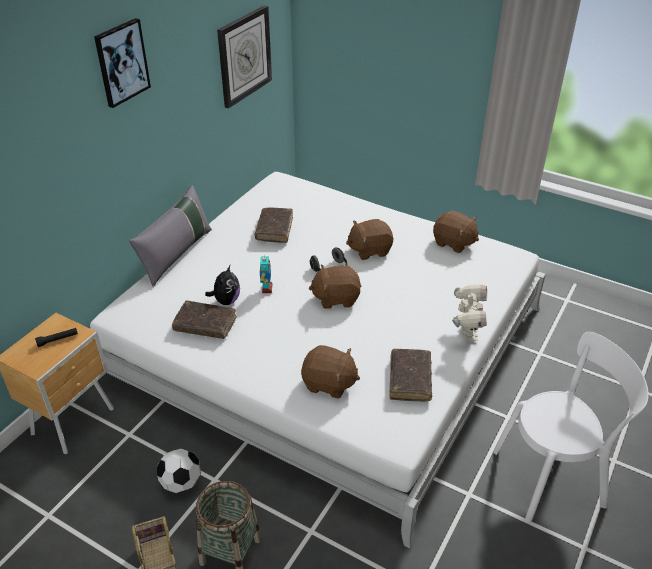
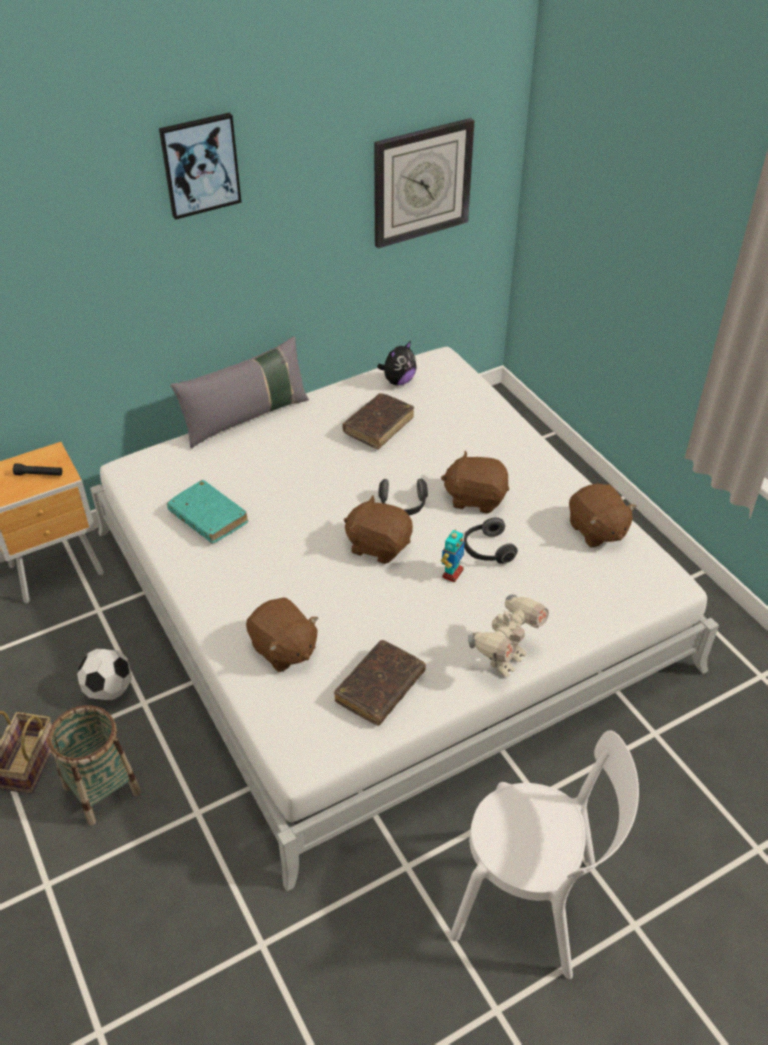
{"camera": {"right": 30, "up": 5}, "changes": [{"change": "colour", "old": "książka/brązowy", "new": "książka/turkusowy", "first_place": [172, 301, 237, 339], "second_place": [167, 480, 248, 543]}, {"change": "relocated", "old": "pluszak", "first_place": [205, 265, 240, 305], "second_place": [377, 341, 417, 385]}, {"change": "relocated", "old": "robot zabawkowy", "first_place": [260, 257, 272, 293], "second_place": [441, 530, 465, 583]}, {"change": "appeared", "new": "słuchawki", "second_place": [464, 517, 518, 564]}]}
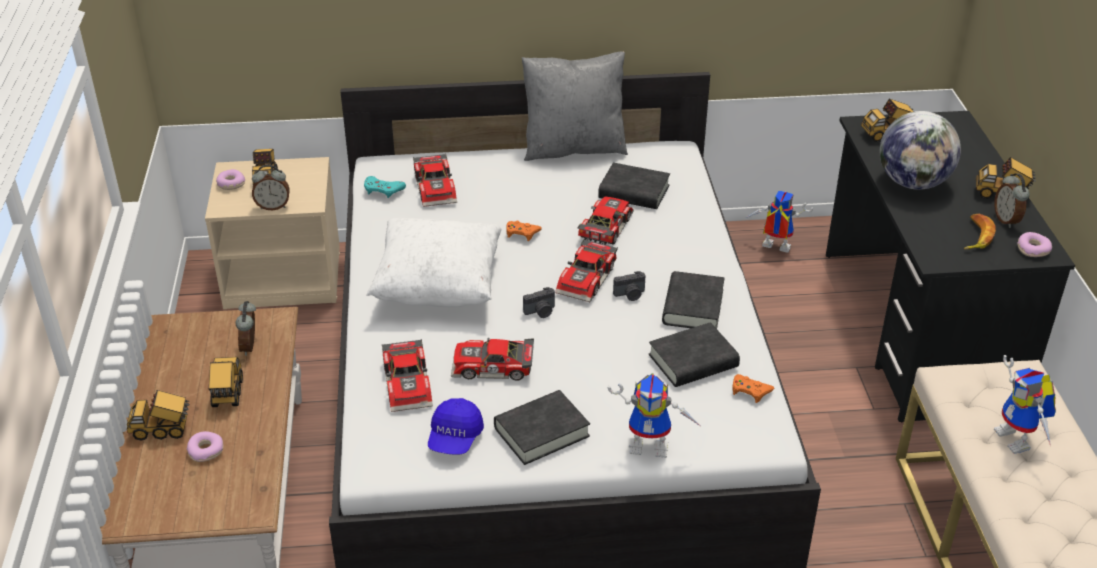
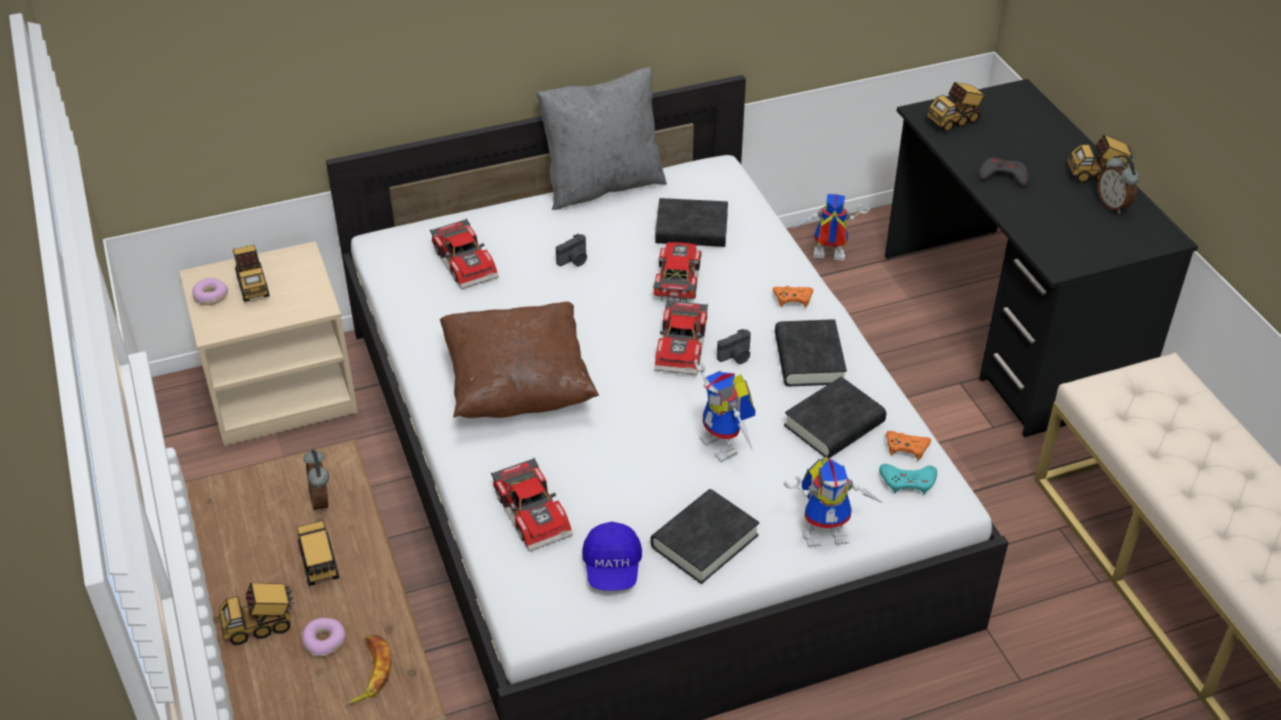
{"camera": {"right": -15, "up": 5}, "changes": [{"change": "missing", "old": "budzik", "first_place": [252, 165, 290, 210]}, {"change": "relocated", "old": "pad do gier/turkusowy", "first_place": [364, 176, 406, 198], "second_place": [879, 464, 937, 495]}, {"change": "colour", "old": "poduszka/biały", "new": "poduszka/brązowy", "first_place": [366, 218, 502, 307], "second_place": [440, 302, 599, 418]}, {"change": "missing", "old": "samochodzik", "first_place": [451, 338, 534, 381]}, {"change": "relocated", "old": "pad do gier/pomarańczowy", "first_place": [506, 221, 542, 241], "second_place": [773, 286, 813, 308]}, {"change": "relocated", "old": "aparat fotograficzny", "first_place": [523, 287, 555, 318], "second_place": [556, 234, 587, 267]}, {"change": "exchanged", "old": "globus", "new": "pad do gier/szary", "first_place": [880, 111, 961, 190], "second_place": [979, 157, 1029, 187]}, {"change": "relocated", "old": "banan", "first_place": [964, 214, 996, 250], "second_place": [346, 635, 391, 706]}, {"change": "relocated", "old": "robot zabawkowy", "first_place": [994, 355, 1056, 454], "second_place": [694, 359, 755, 462]}, {"change": "missing", "old": "donut", "first_place": [1017, 232, 1052, 257]}]}
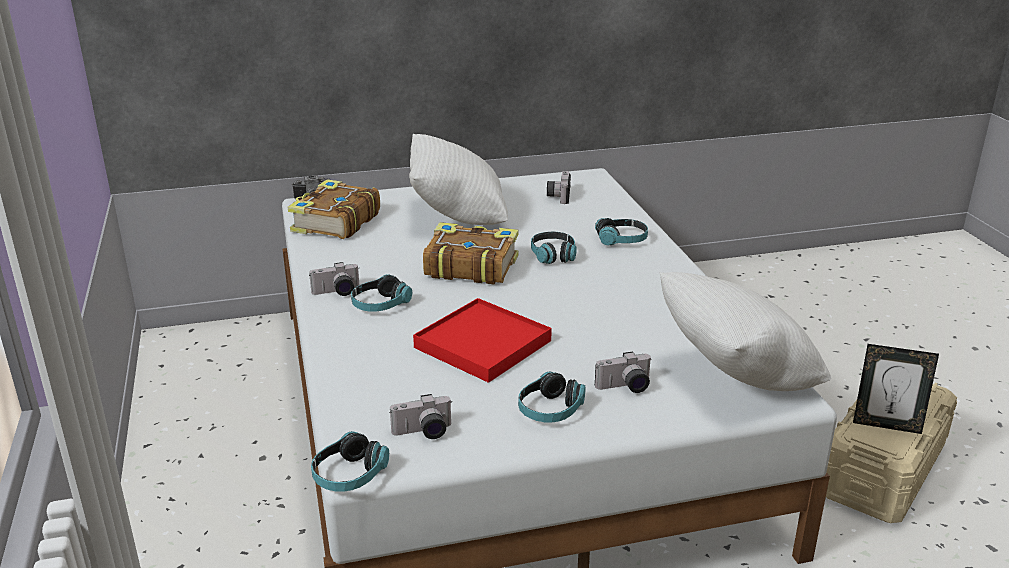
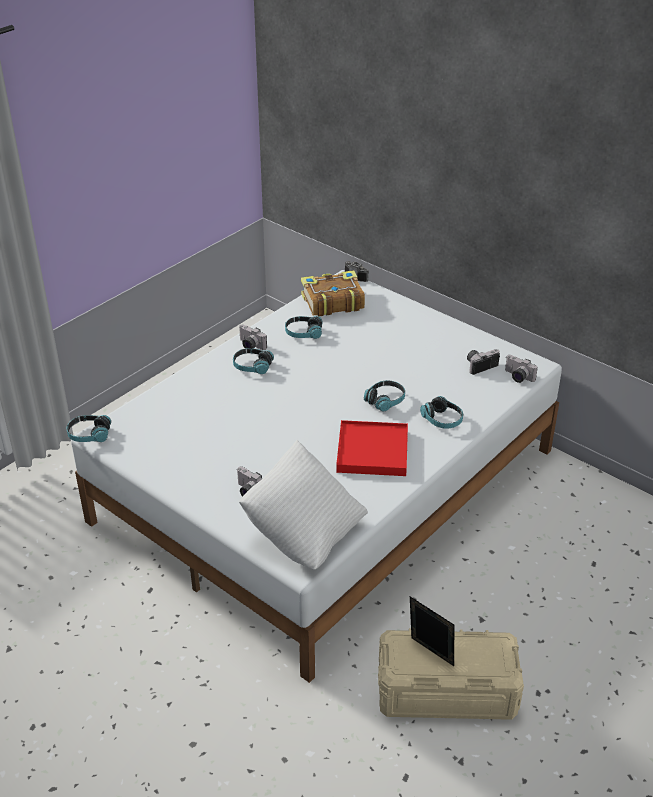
{"camera": {"right": 55, "up": 10}, "changes": [{"change": "relocated", "old": "aparat fotograficzny", "first_place": [390, 394, 452, 439], "second_place": [505, 355, 538, 383]}, {"change": "missing", "old": "poduszka/biały", "first_place": [409, 134, 508, 225]}, {"change": "relocated", "old": "taca/czerwony", "first_place": [413, 298, 552, 383], "second_place": [336, 420, 408, 476]}, {"change": "missing", "old": "książka", "first_place": [423, 222, 519, 284]}, {"change": "relocated", "old": "słuchawki", "first_place": [518, 371, 586, 423], "second_place": [285, 316, 323, 339]}, {"change": "spun", "old": "ramka na zdjęcie", "first_place": [853, 344, 939, 434], "second_place": [410, 597, 454, 666], "degrees": 150}]}
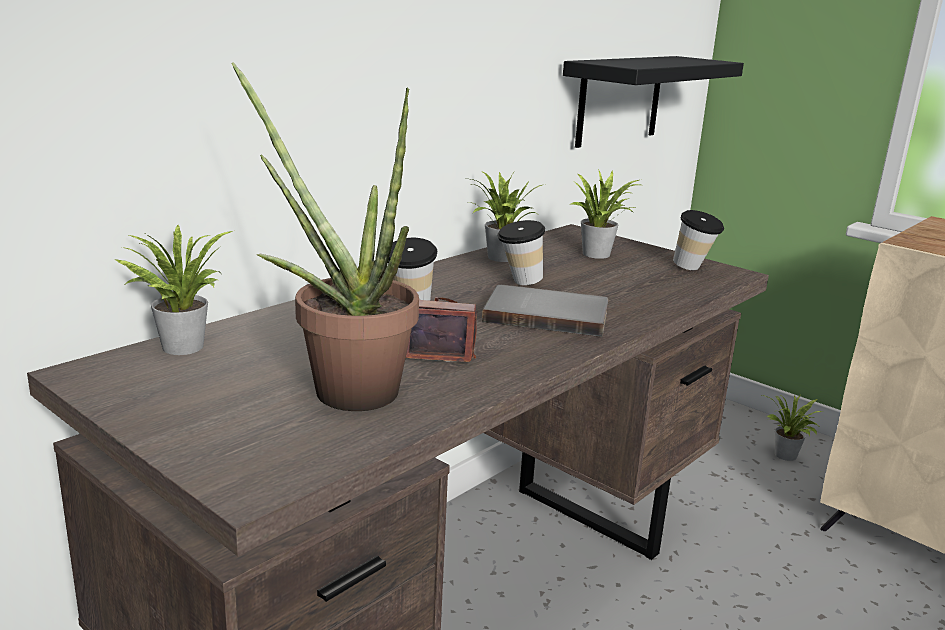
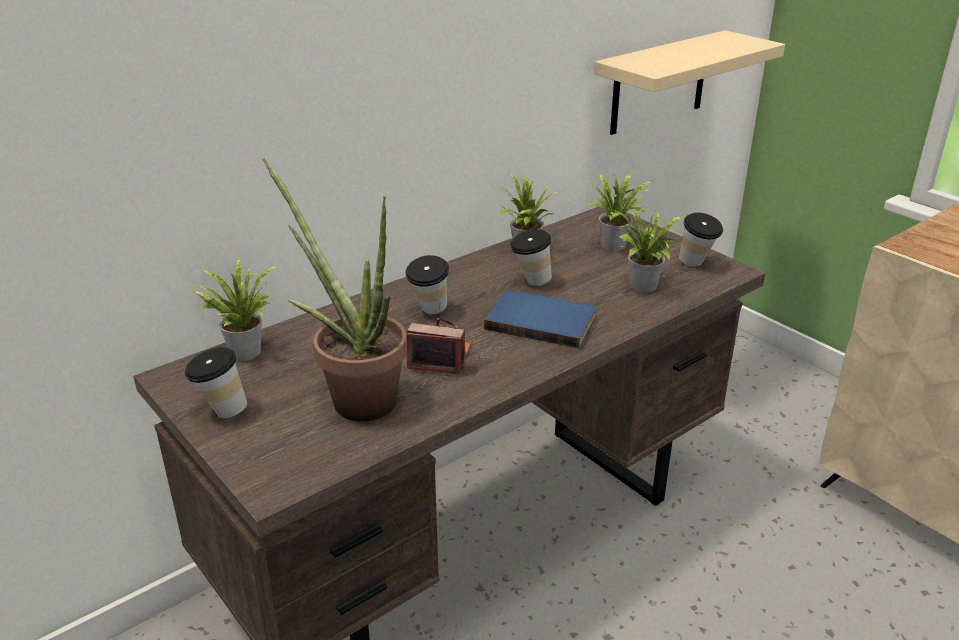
{"camera": {"right": 10, "up": 10}, "changes": [{"change": "colour", "old": "książka/szary", "new": "książka/niebieski", "first_place": [482, 285, 609, 337], "second_place": [484, 290, 596, 348]}, {"change": "colour", "old": "półka/czarny", "new": "półka/beżowy", "first_place": [563, 56, 744, 148], "second_place": [594, 30, 785, 135]}, {"change": "relocated", "old": "roślina doniczkowa", "first_place": [762, 395, 823, 461], "second_place": [610, 209, 682, 292]}, {"change": "appeared", "new": "filiżanka", "second_place": [185, 347, 247, 418]}]}
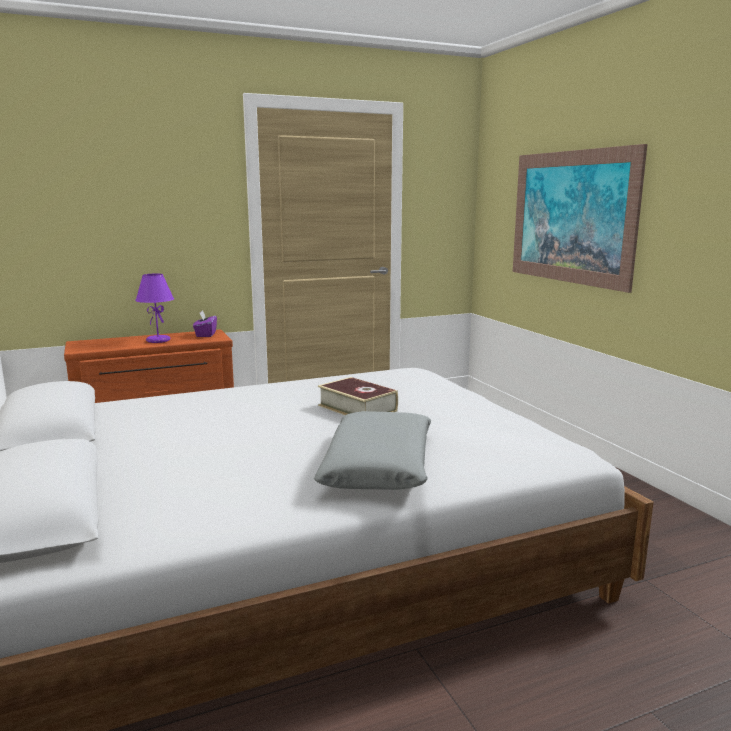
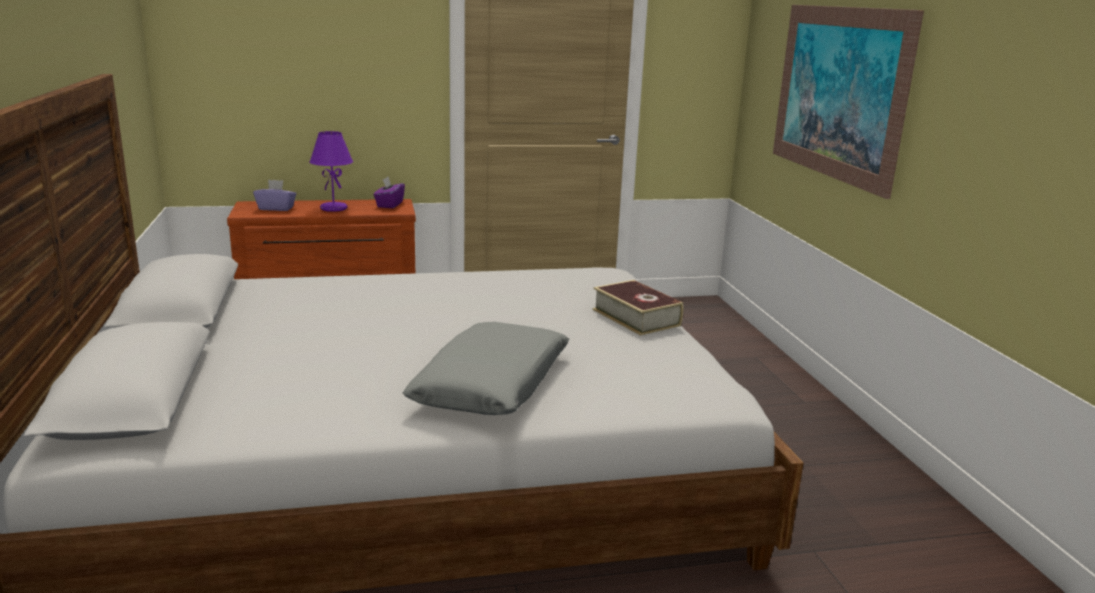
{"camera": {"right": 10, "up": 5}, "changes": [{"change": "relocated", "old": "książka", "first_place": [318, 377, 398, 415], "second_place": [592, 280, 683, 335]}, {"change": "appeared", "new": "pudełko chusteczek/fioletowy", "second_place": [253, 180, 296, 211]}]}
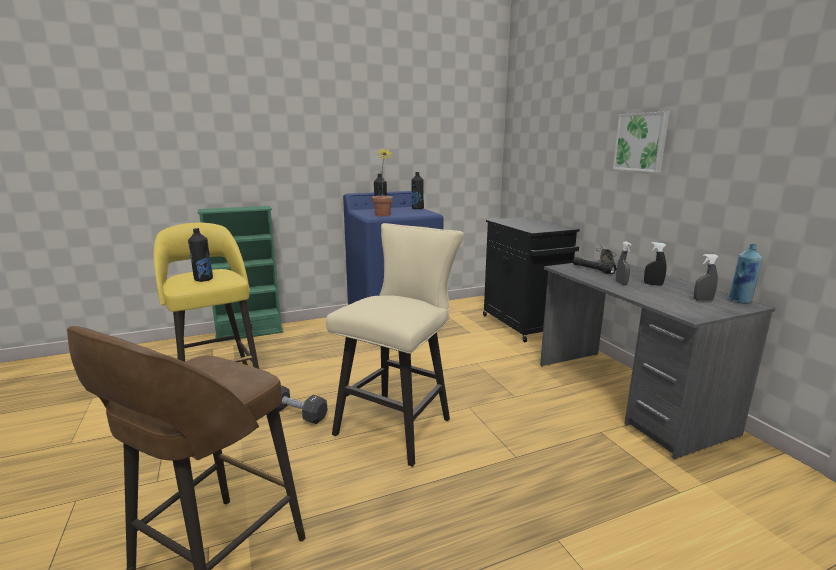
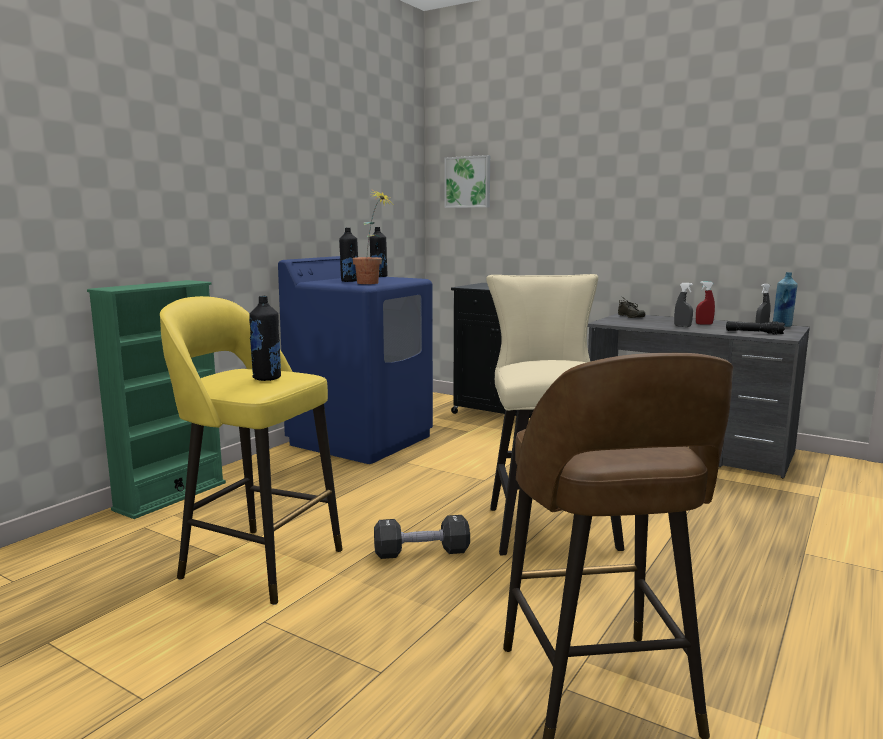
{"camera": {"right": -35, "up": -5}, "changes": [{"change": "relocated", "old": "latarka/czarny", "first_place": [573, 257, 617, 274], "second_place": [726, 321, 785, 335]}, {"change": "relocated", "old": "obraz", "first_place": [613, 111, 670, 172], "second_place": [445, 155, 490, 208]}, {"change": "colour", "old": "spryskiwacz/czarny", "new": "spryskiwacz/czerwony", "first_place": [644, 242, 667, 286], "second_place": [696, 281, 715, 325]}]}
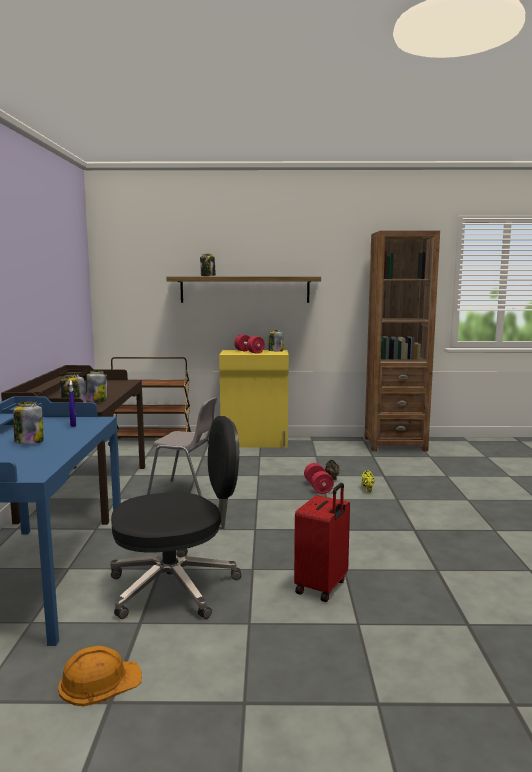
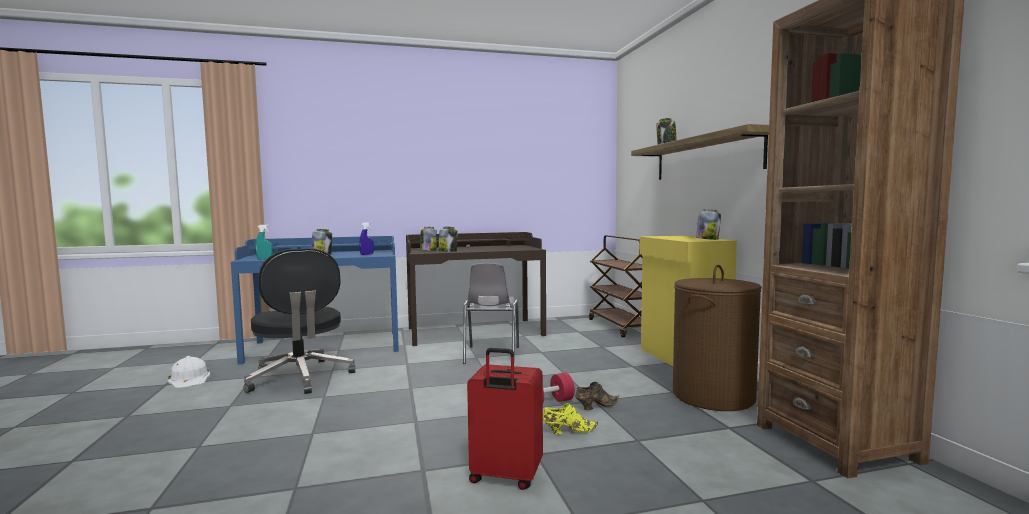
{"camera": {"right": 75, "up": -5}, "changes": [{"change": "colour", "old": "kask/pomarańczowy", "new": "kask/biały", "first_place": [58, 646, 142, 706], "second_place": [168, 356, 210, 388]}, {"change": "missing", "old": "hantel/czerwony", "first_place": [234, 335, 265, 354]}, {"change": "relocated", "old": "walizka/czerwony", "first_place": [294, 483, 350, 602], "second_place": [467, 348, 543, 490]}, {"change": "appeared", "new": "spryskiwacz/turkusowy", "second_place": [256, 225, 273, 259]}, {"change": "appeared", "new": "kosz na pranie/brązowy", "second_place": [673, 265, 762, 411]}]}
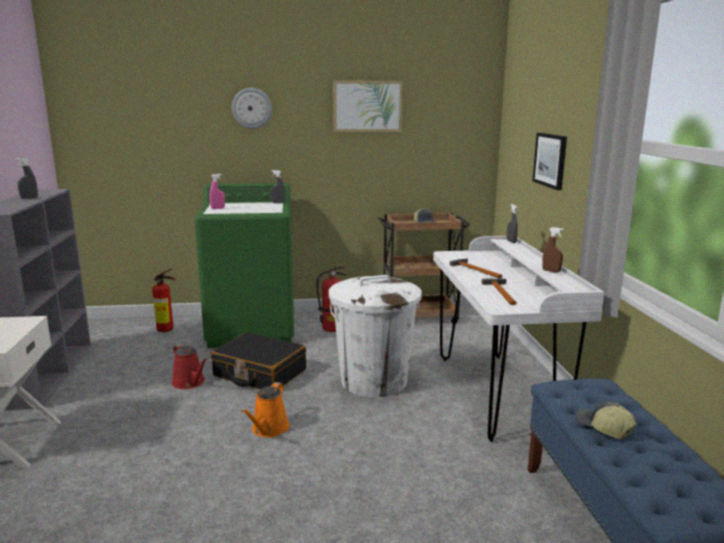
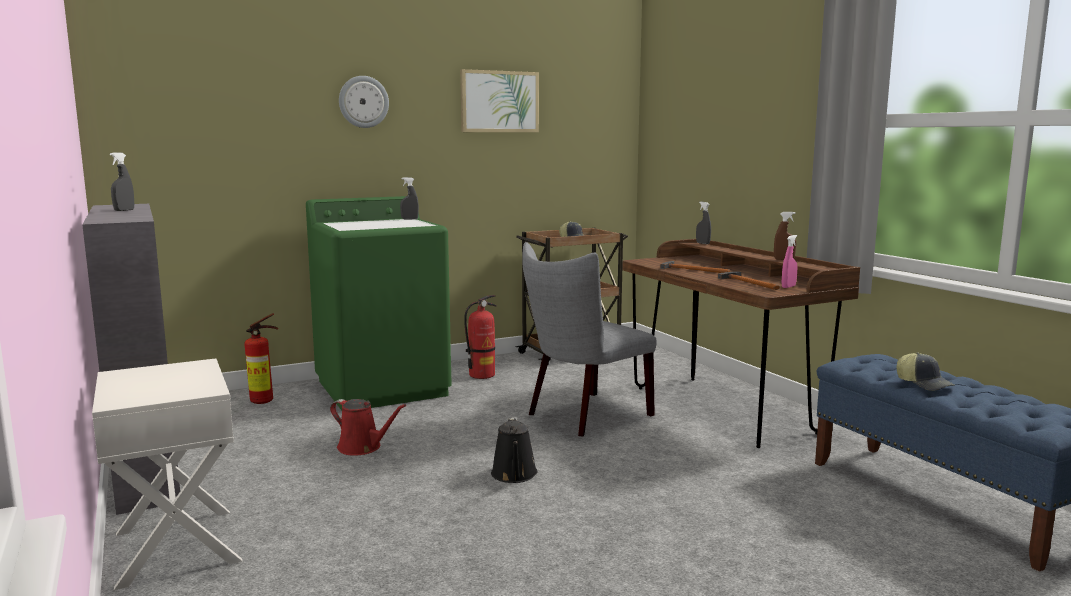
{"camera": {"right": -20, "up": -5}, "changes": [{"change": "relocated", "old": "spryskiwacz/różowy", "first_place": [209, 174, 225, 209], "second_place": [782, 235, 797, 288]}, {"change": "missing", "old": "walizka/czarny", "first_place": [211, 332, 306, 390]}, {"change": "colour", "old": "konewka/pomarańczowy", "new": "konewka/czarny", "first_place": [241, 382, 290, 438], "second_place": [491, 417, 538, 483]}, {"change": "exchanged", "old": "kosz na śmieci/biały", "new": "krzesło/szary", "first_place": [329, 275, 422, 397], "second_place": [522, 242, 657, 437]}, {"change": "colour", "old": "biurko/biały", "new": "biurko/brązowy", "first_place": [433, 236, 605, 442], "second_place": [622, 239, 860, 448]}, {"change": "missing", "old": "obraz", "first_place": [532, 133, 567, 190]}, {"change": "spun", "old": "czapka z daszkiem", "first_place": [575, 401, 636, 439], "second_place": [897, 353, 955, 391], "degrees": -150}]}
